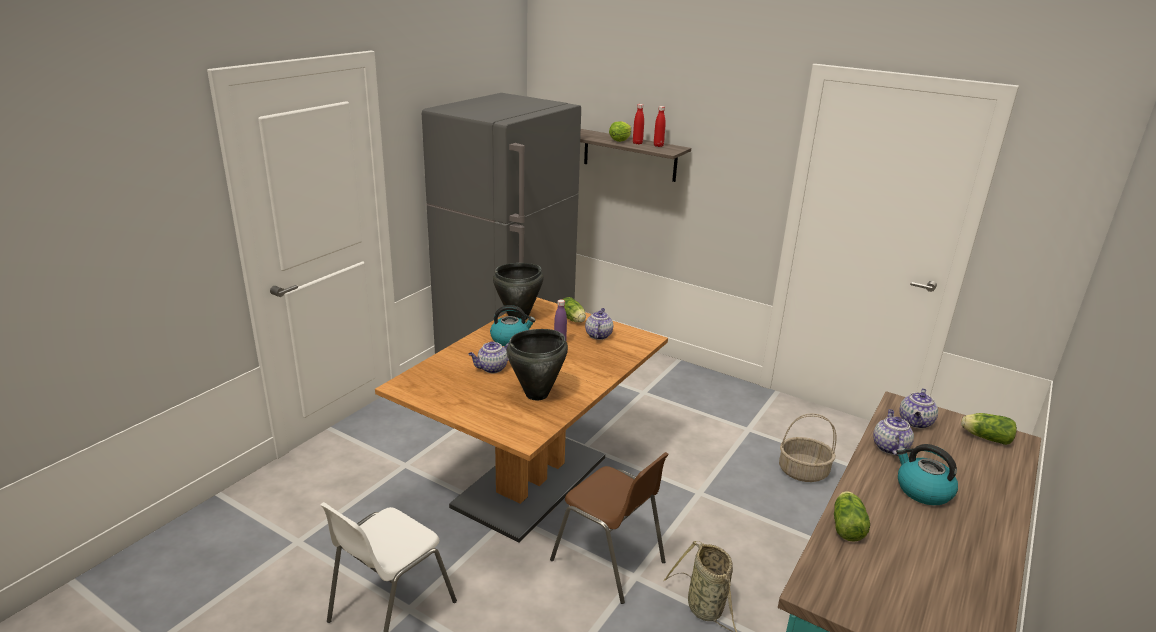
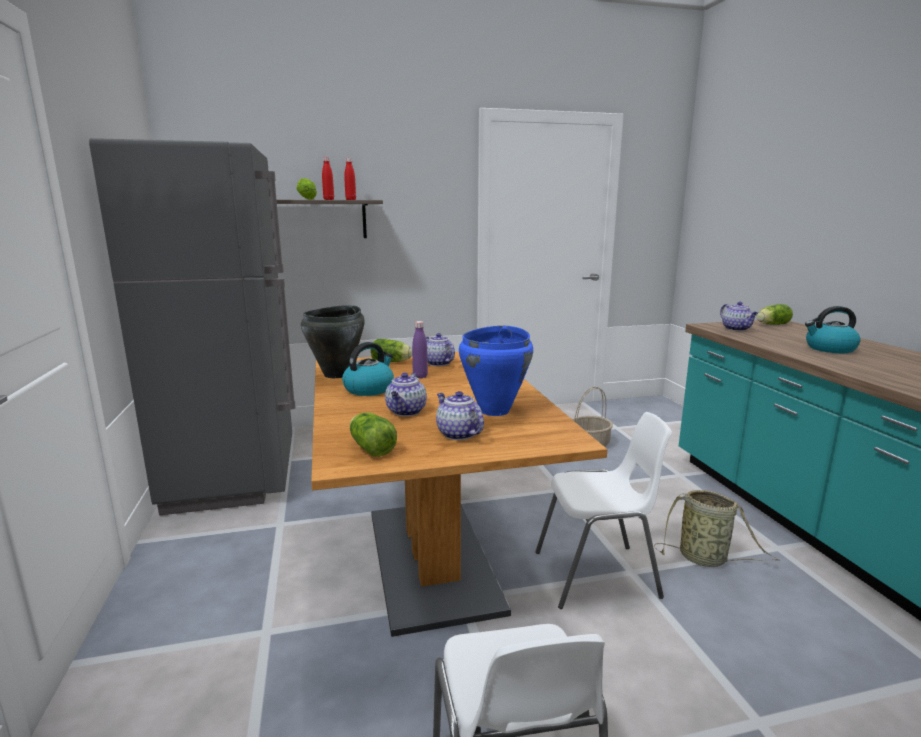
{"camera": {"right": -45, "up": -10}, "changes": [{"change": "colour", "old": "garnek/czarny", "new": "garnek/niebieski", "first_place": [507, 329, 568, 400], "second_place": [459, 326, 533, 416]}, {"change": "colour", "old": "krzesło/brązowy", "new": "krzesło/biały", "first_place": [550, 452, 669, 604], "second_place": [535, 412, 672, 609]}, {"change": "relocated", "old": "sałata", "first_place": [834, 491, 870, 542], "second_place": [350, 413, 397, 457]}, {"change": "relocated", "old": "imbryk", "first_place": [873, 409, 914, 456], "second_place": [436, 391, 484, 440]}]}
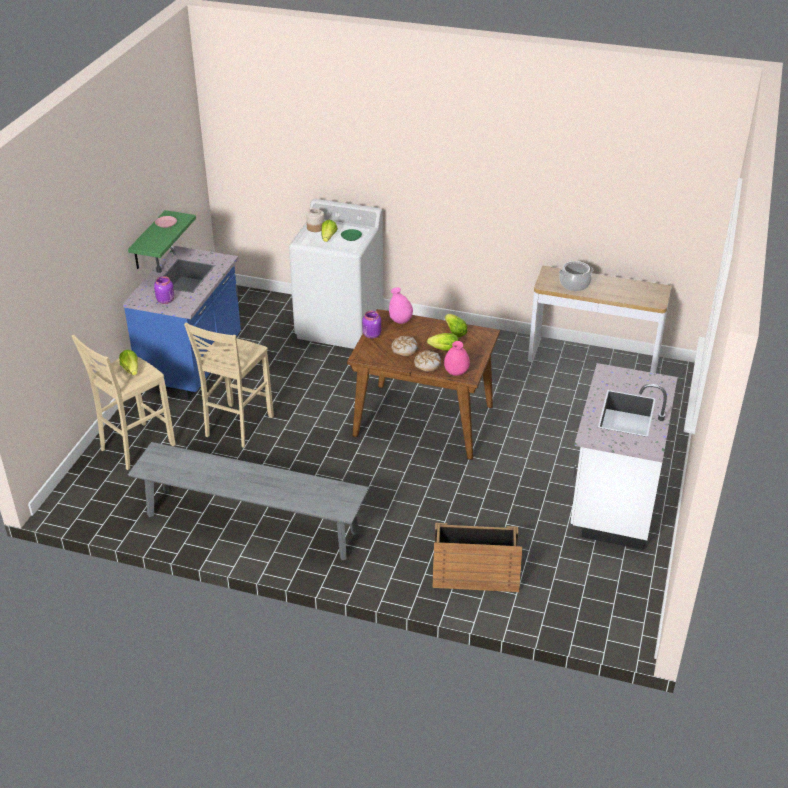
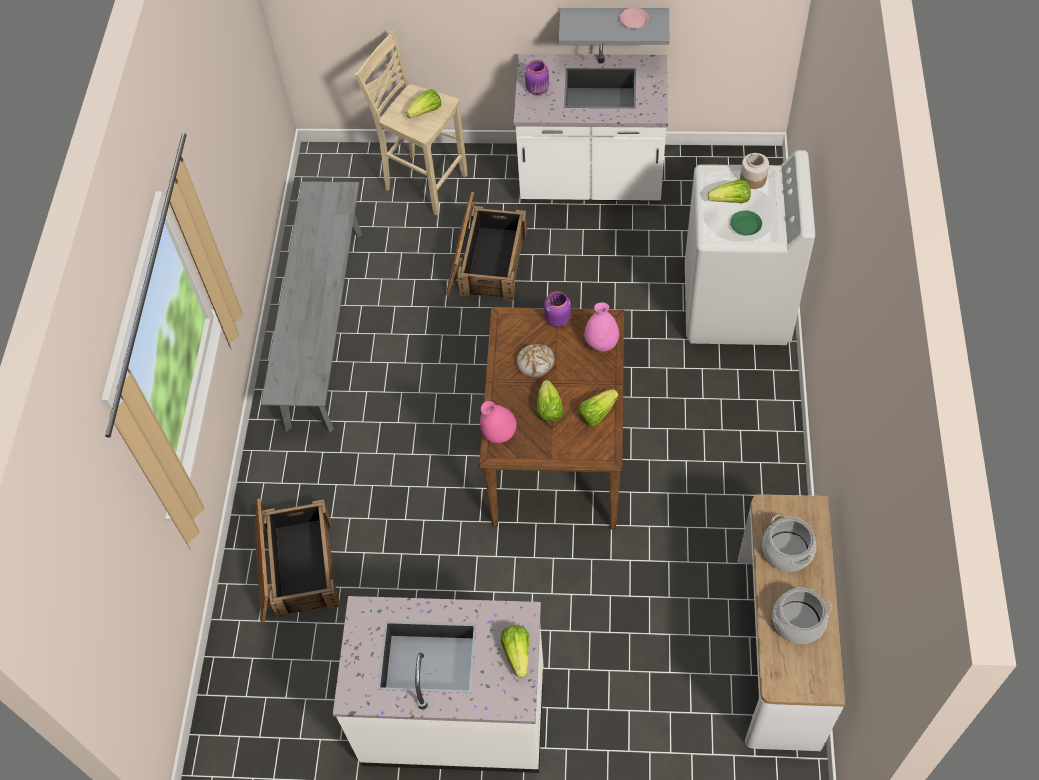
{"camera": {"right": 80, "up": 20}, "changes": [{"change": "colour", "old": "zabudowa kuchenna/niebieski", "new": "zabudowa kuchenna/biały", "first_place": [123, 246, 241, 400], "second_place": [514, 45, 668, 201]}, {"change": "colour", "old": "półka/zielony", "new": "półka/szary", "first_place": [128, 210, 196, 269], "second_place": [559, 8, 670, 45]}, {"change": "exchanged", "old": "stołek/beżowy", "new": "skrzynka", "first_place": [184, 323, 274, 448], "second_place": [446, 192, 527, 301]}, {"change": "missing", "old": "chleb", "first_place": [414, 351, 441, 372]}, {"change": "appeared", "new": "sałata", "second_place": [501, 625, 529, 678]}, {"change": "appeared", "new": "garnek", "second_place": [772, 587, 832, 644]}]}
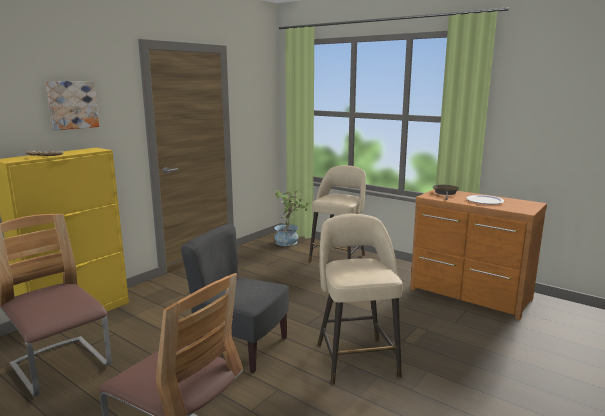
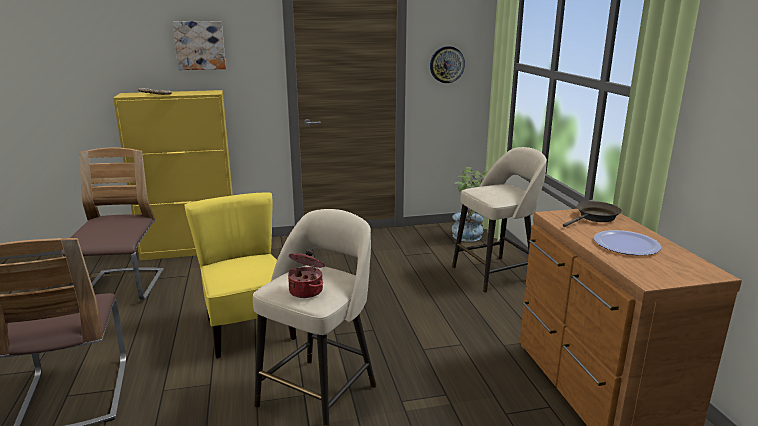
{"camera": {"right": 40, "up": 5}, "changes": [{"change": "colour", "old": "krzesło/szary", "new": "krzesło/żółty", "first_place": [181, 224, 289, 373], "second_place": [184, 192, 296, 358]}, {"change": "appeared", "new": "garnek", "second_place": [288, 251, 325, 298]}, {"change": "appeared", "new": "zegar ścienny", "second_place": [430, 46, 465, 83]}]}
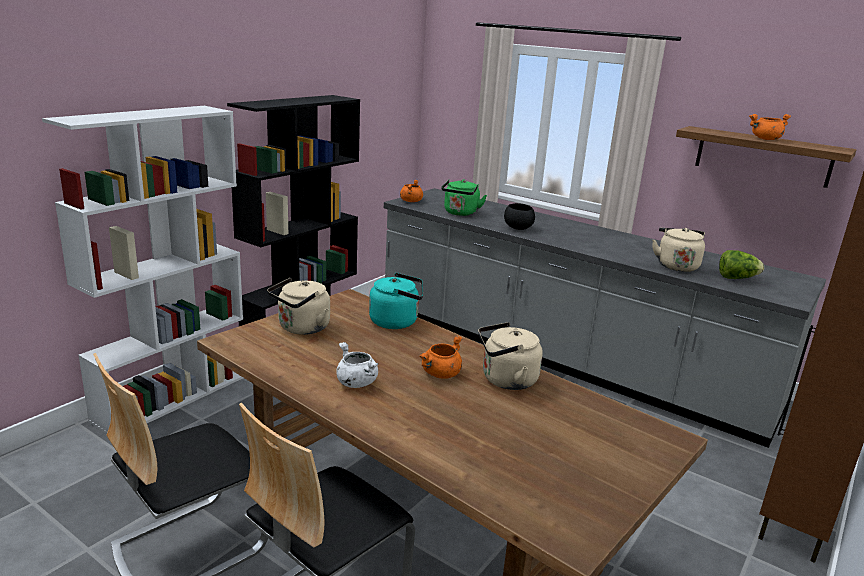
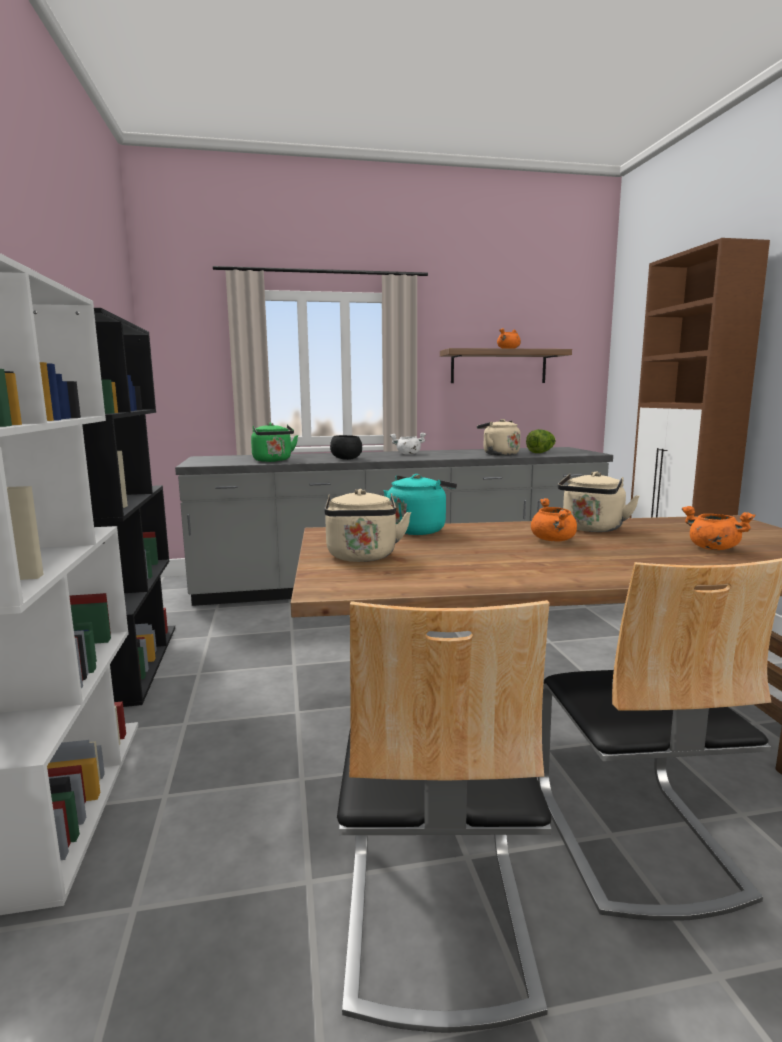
{"camera": {"right": -45, "up": -10}, "changes": [{"change": "relocated", "old": "garnek/biały", "first_place": [336, 342, 378, 388], "second_place": [390, 433, 426, 455]}, {"change": "relocated", "old": "garnek/pomarańczowy", "first_place": [400, 180, 423, 202], "second_place": [682, 506, 756, 550]}]}
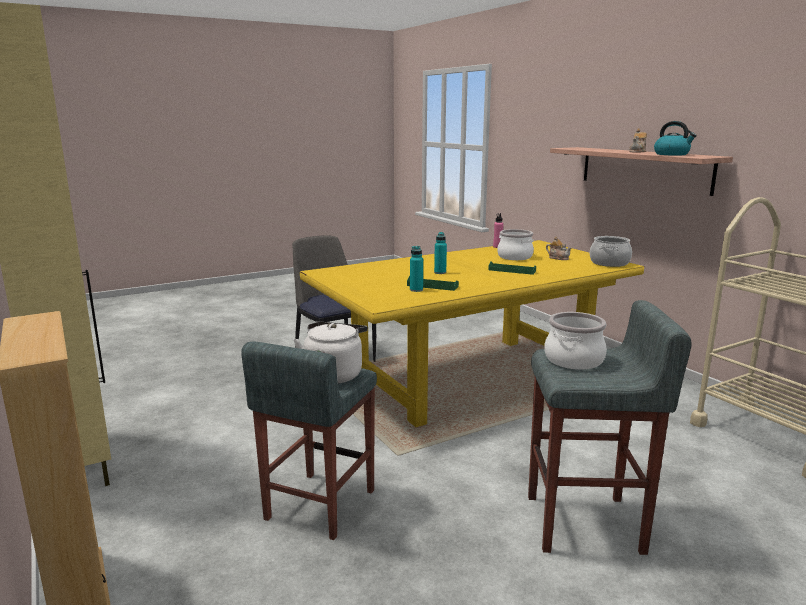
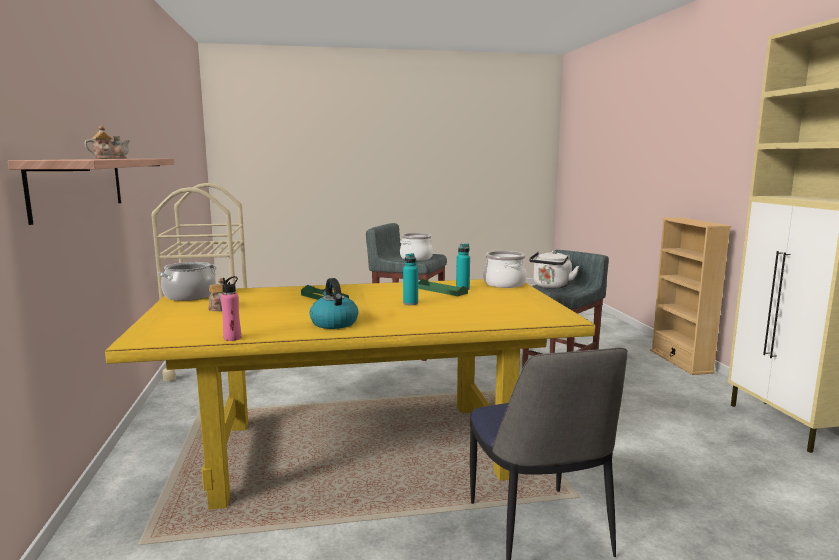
{"camera": {"right": -160, "up": -5}, "changes": [{"change": "relocated", "old": "garnek", "first_place": [497, 229, 534, 260], "second_place": [483, 251, 527, 288]}, {"change": "relocated", "old": "czajnik", "first_place": [654, 121, 697, 156], "second_place": [309, 278, 359, 329]}]}
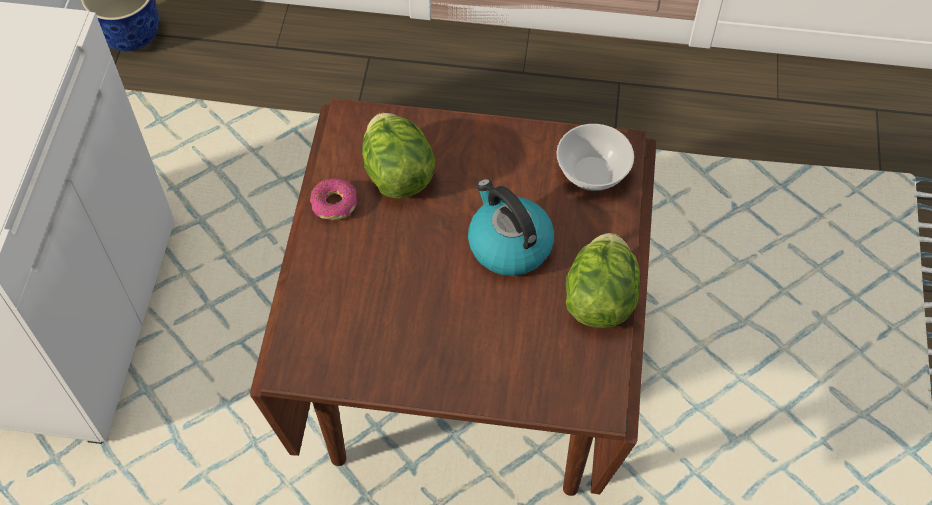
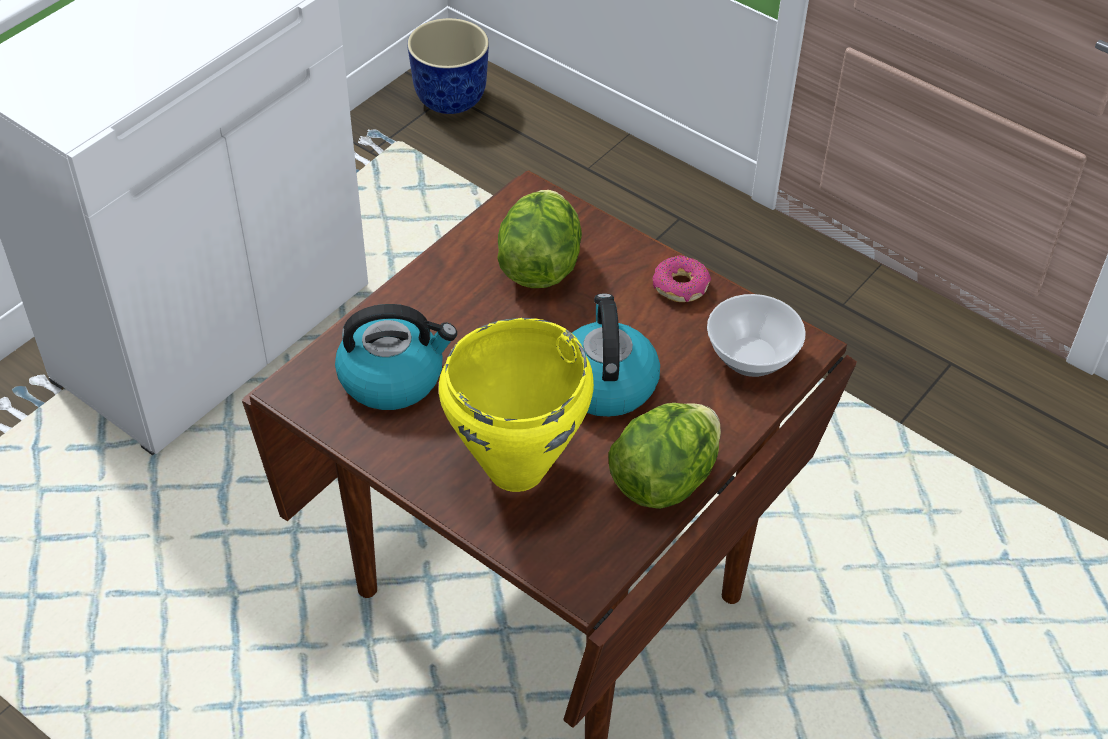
{"camera": {"right": 30, "up": -10}, "changes": [{"change": "relocated", "old": "donut", "first_place": [310, 178, 357, 220], "second_place": [653, 255, 711, 302]}, {"change": "appeared", "new": "czajnik", "second_place": [335, 304, 457, 410]}, {"change": "appeared", "new": "garnek/żółty", "second_place": [439, 318, 594, 492]}]}
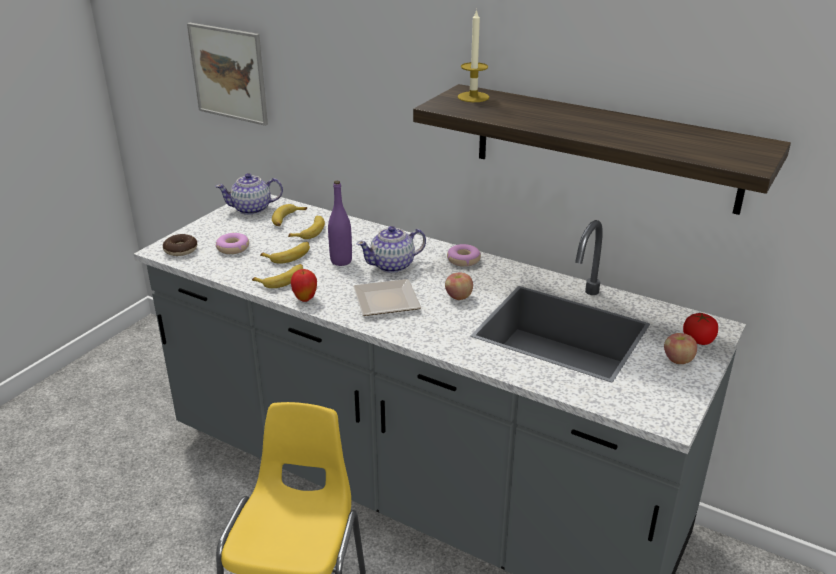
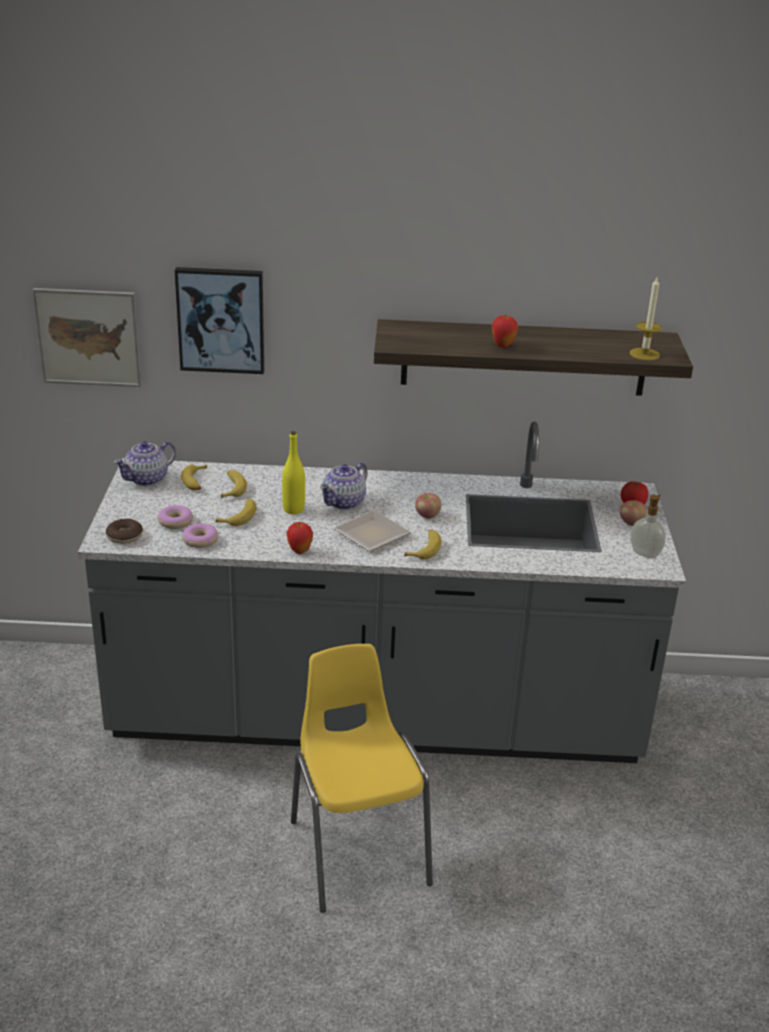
{"camera": {"right": -30, "up": 0}, "changes": [{"change": "relocated", "old": "banan", "first_place": [252, 264, 303, 288], "second_place": [404, 530, 441, 559]}, {"change": "colour", "old": "butelka/fioletowy", "new": "butelka/żółty", "first_place": [328, 181, 352, 266], "second_place": [282, 431, 305, 514]}, {"change": "relocated", "old": "donut", "first_place": [447, 244, 481, 267], "second_place": [182, 523, 218, 548]}, {"change": "relocated", "old": "świeca", "first_place": [458, 9, 489, 102], "second_place": [630, 278, 662, 361]}, {"change": "appeared", "new": "obraz", "second_place": [175, 267, 264, 374]}, {"change": "appeared", "new": "jabłko", "second_place": [492, 315, 518, 348]}, {"change": "appeared", "new": "dozownik mydła", "second_place": [631, 495, 665, 559]}]}
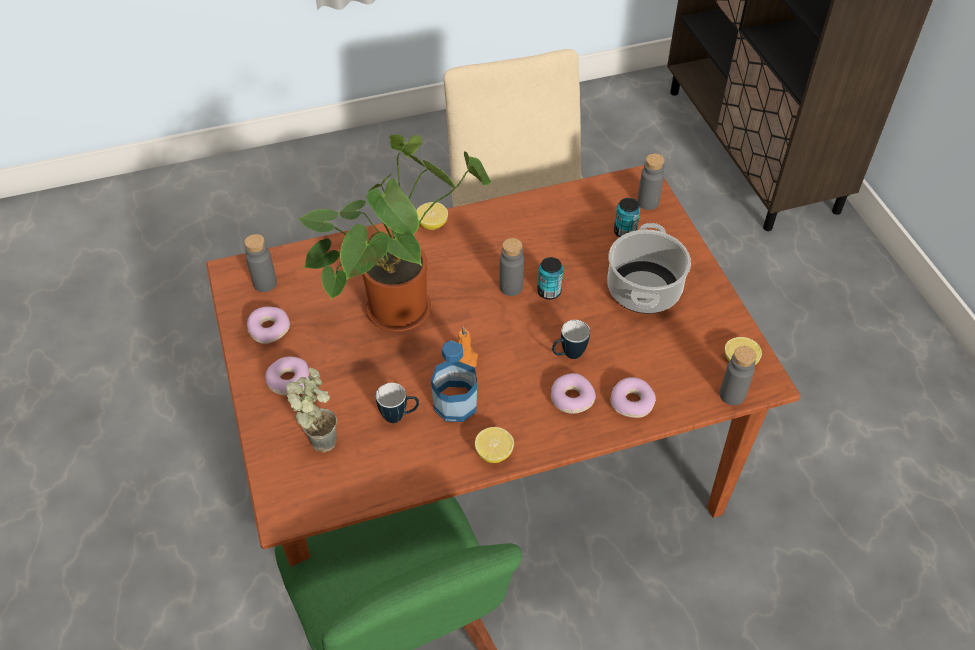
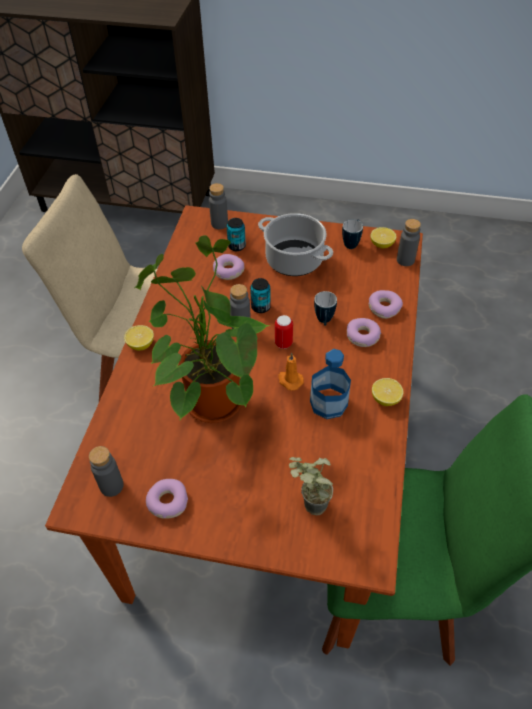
{"camera": {"right": -60, "up": 0}, "changes": [{"change": "relocated", "old": "donut", "first_place": [265, 357, 309, 395], "second_place": [213, 254, 245, 280]}, {"change": "relocated", "old": "kubek", "first_place": [376, 383, 419, 423], "second_place": [342, 219, 363, 249]}, {"change": "appeared", "new": "puszka", "second_place": [275, 315, 293, 349]}]}
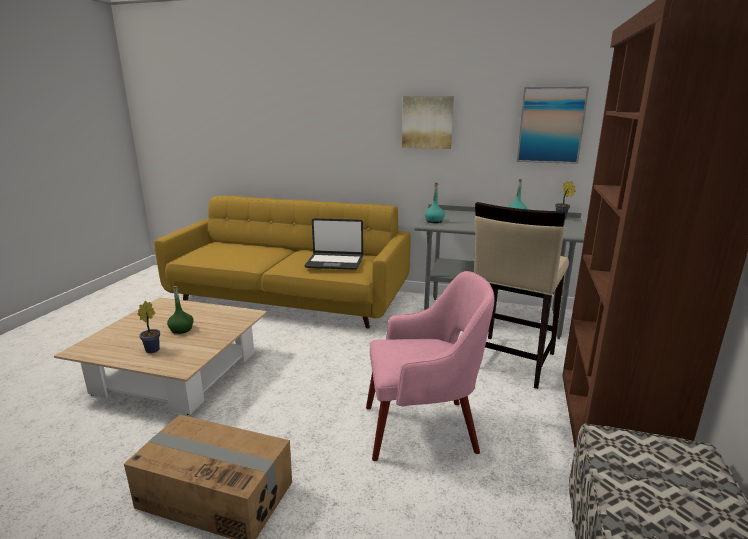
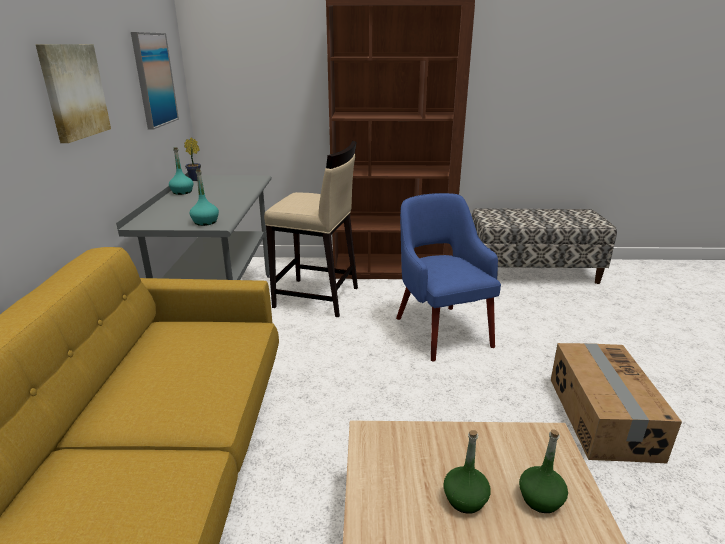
{"camera": {"right": -105, "up": 5}, "changes": [{"change": "exchanged", "old": "roślina doniczkowa", "new": "butelka/zielony", "first_place": [138, 301, 160, 353], "second_place": [519, 430, 568, 513]}, {"change": "missing", "old": "laptop", "first_place": [304, 218, 363, 270]}, {"change": "colour", "old": "fotel/różowy", "new": "fotel/niebieski", "first_place": [366, 271, 495, 461], "second_place": [396, 193, 501, 362]}]}
